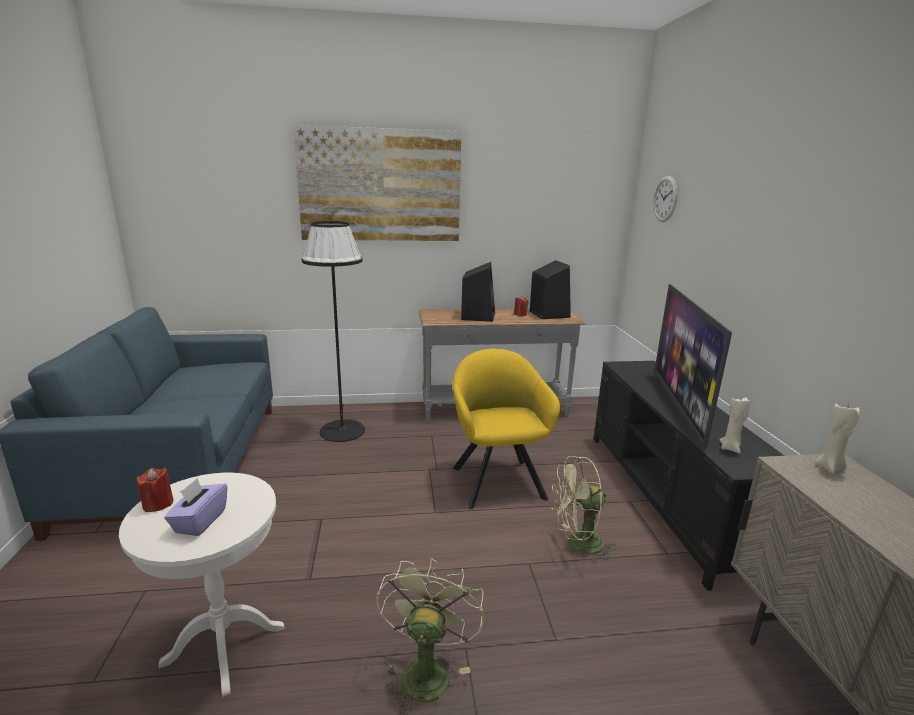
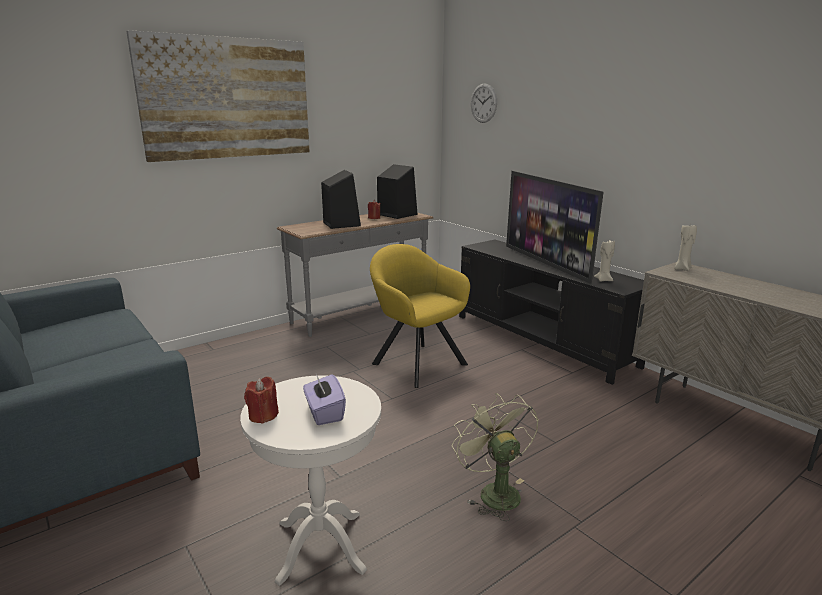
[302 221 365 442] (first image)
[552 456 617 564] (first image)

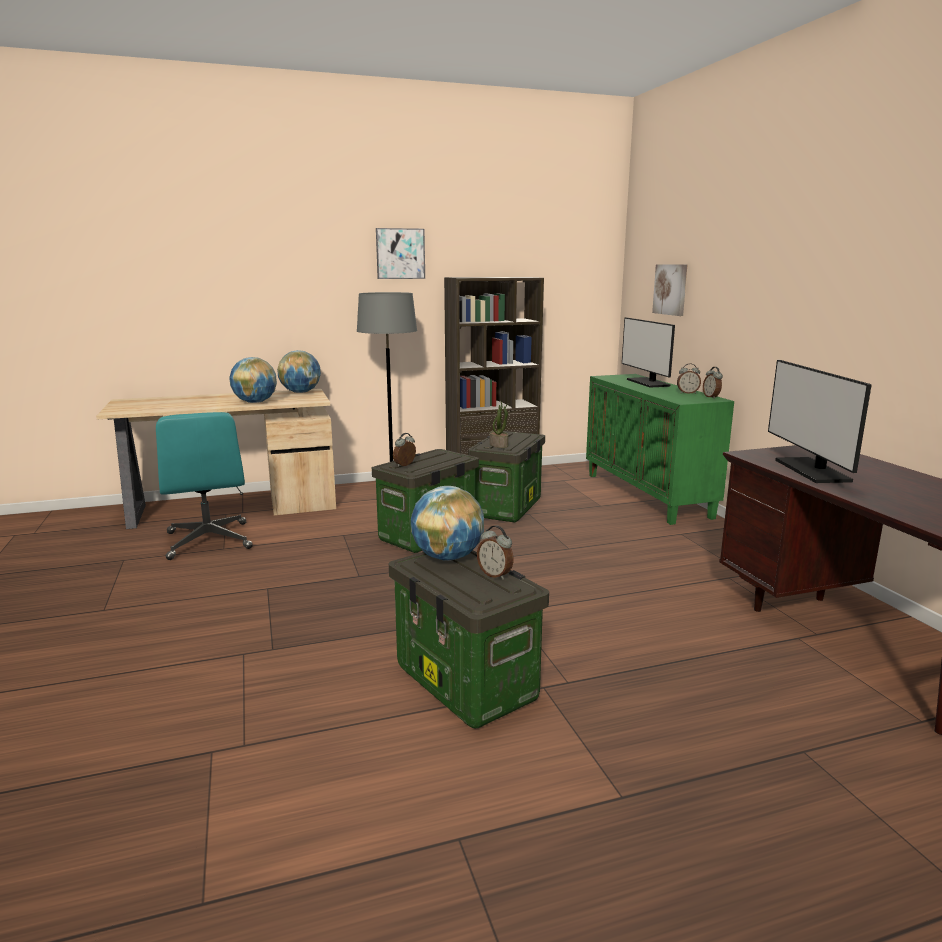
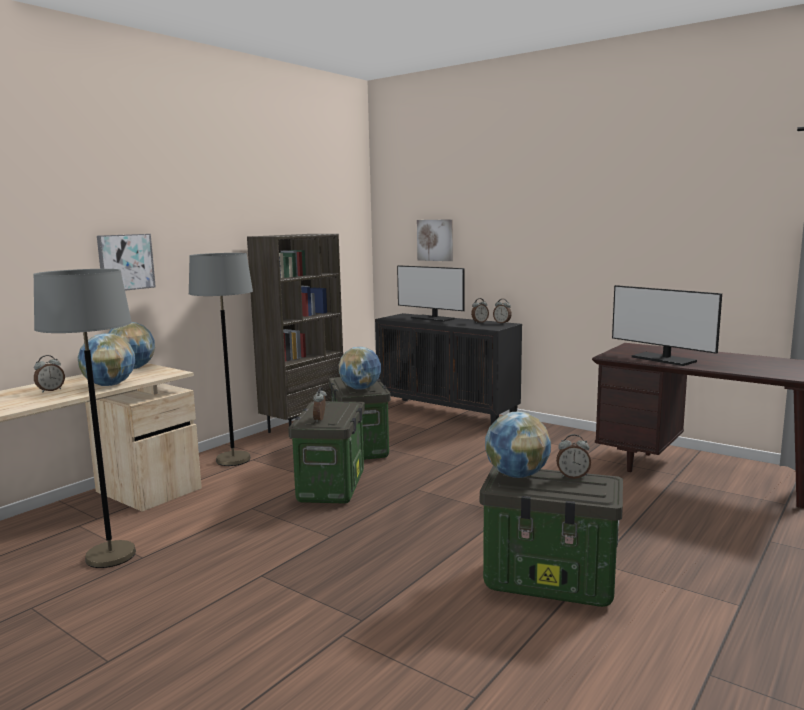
[33 269 136 568]
[34 355 65 393]
[97 234 156 291]
[339 347 381 390]
[375 313 522 425]

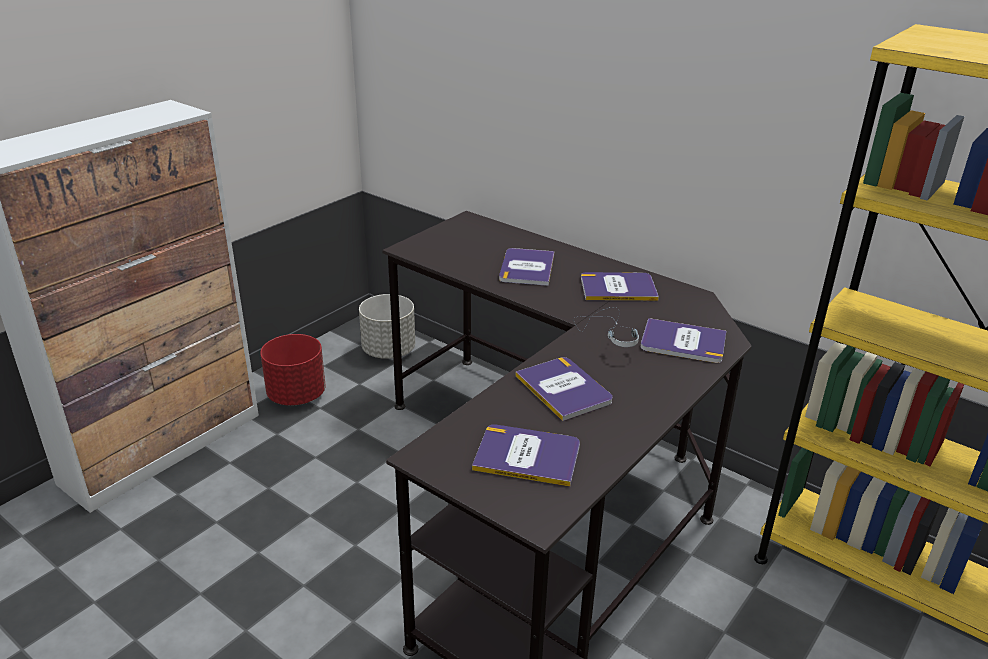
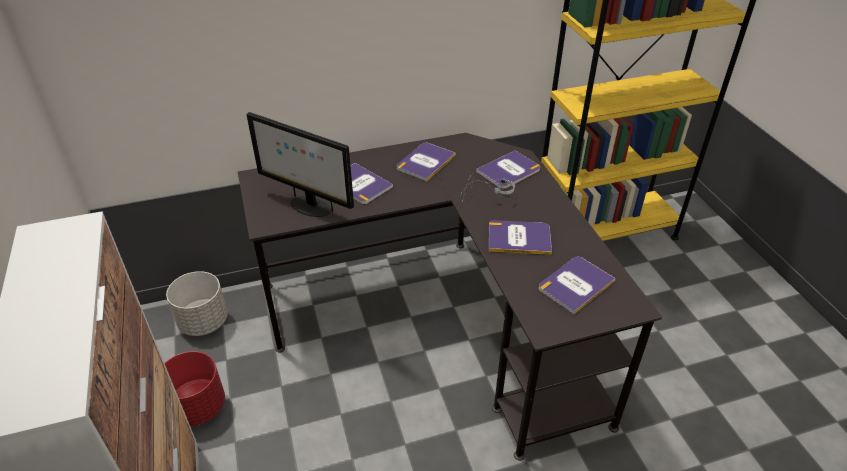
[247 112 354 217]

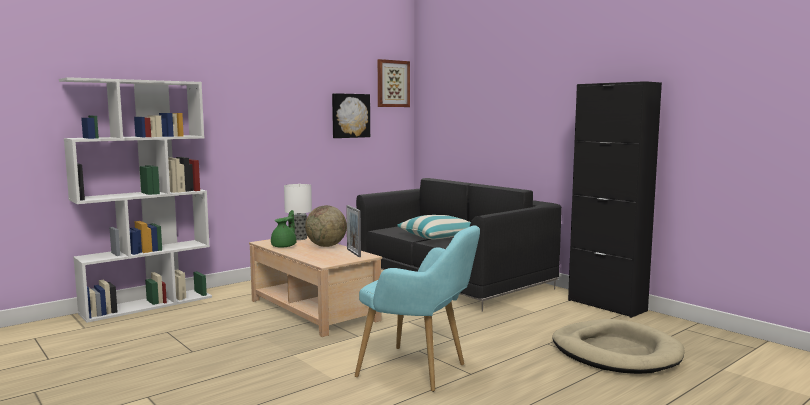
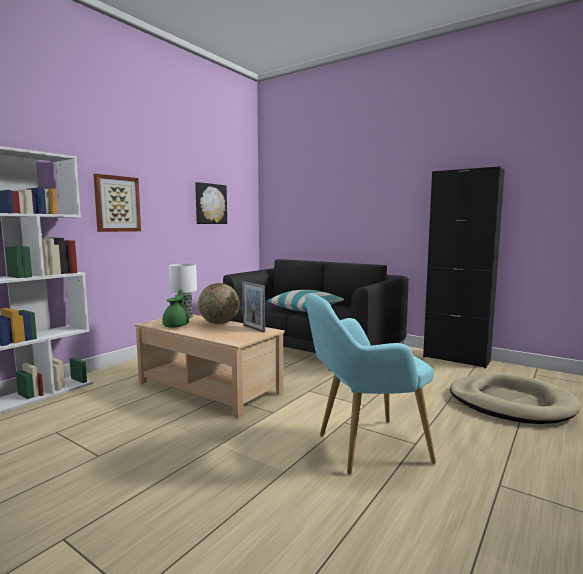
[94 174 141 232]
[305 293 436 474]

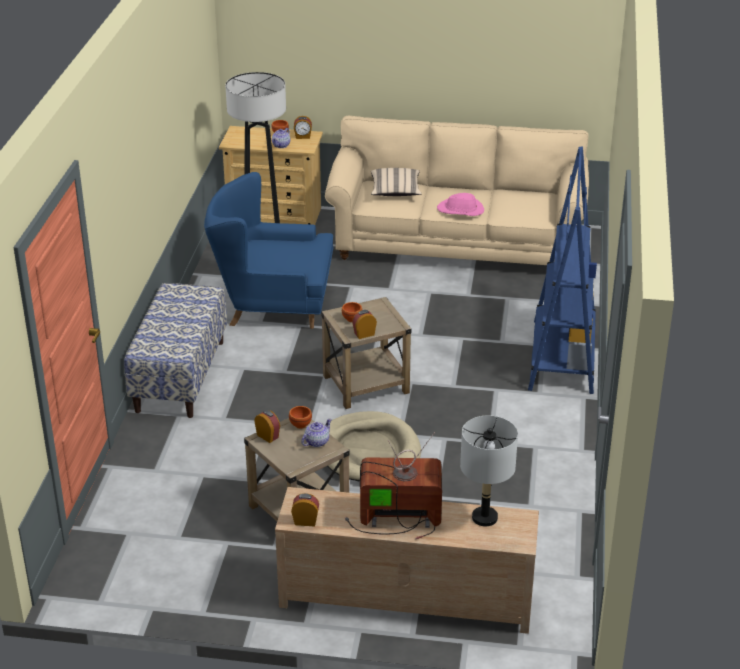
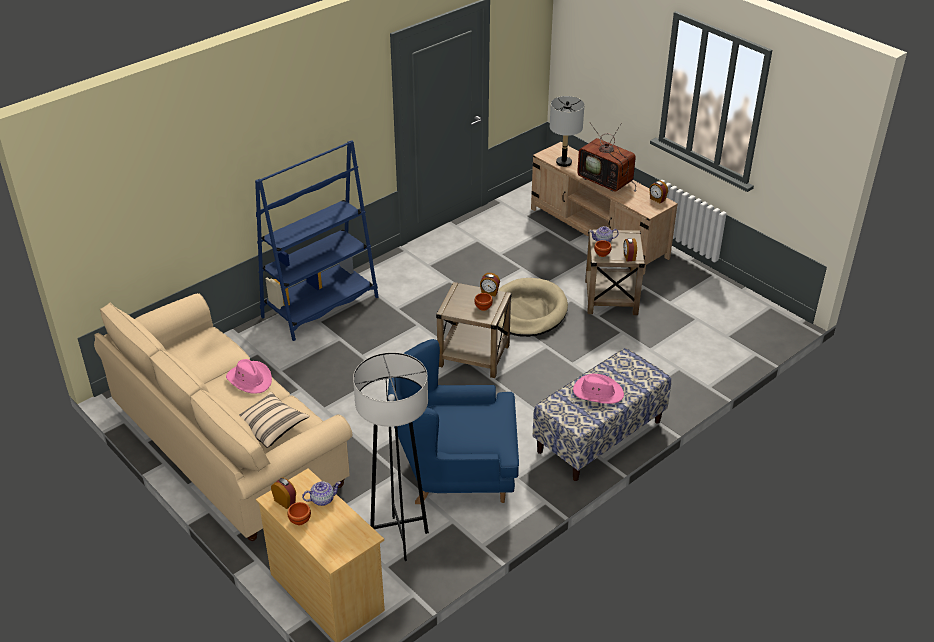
[388 339 519 504]
[573 374 624 404]

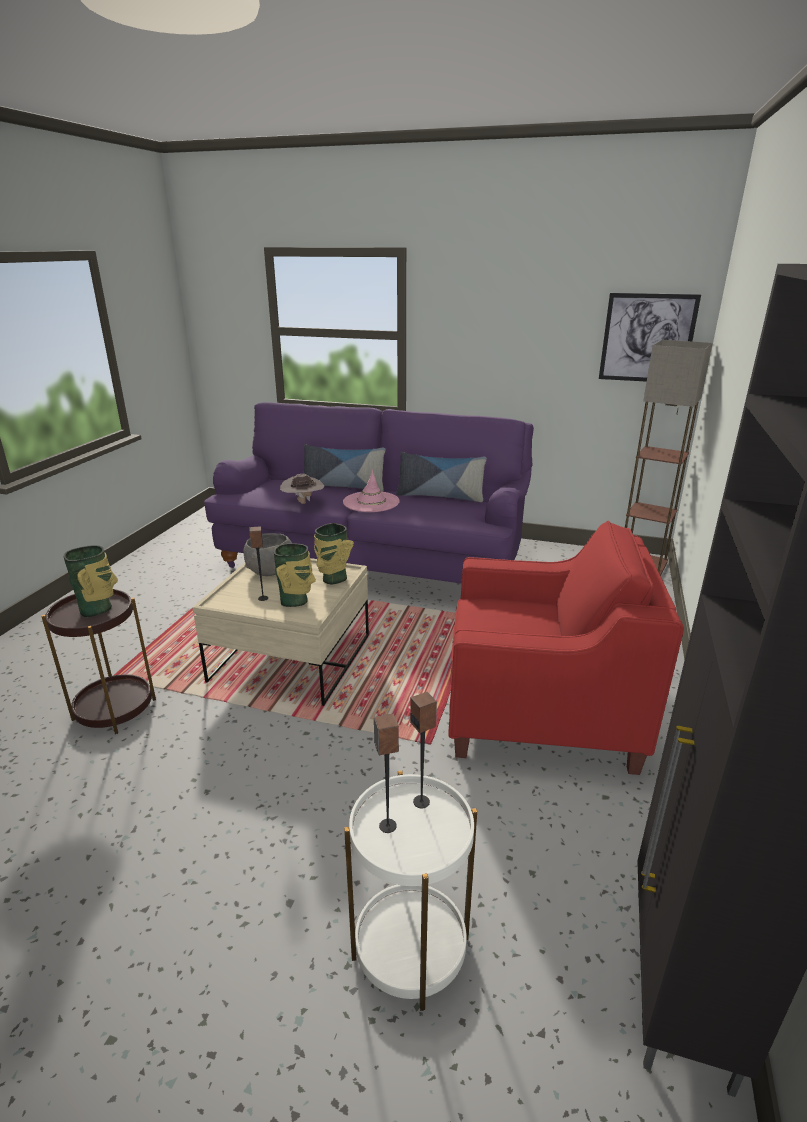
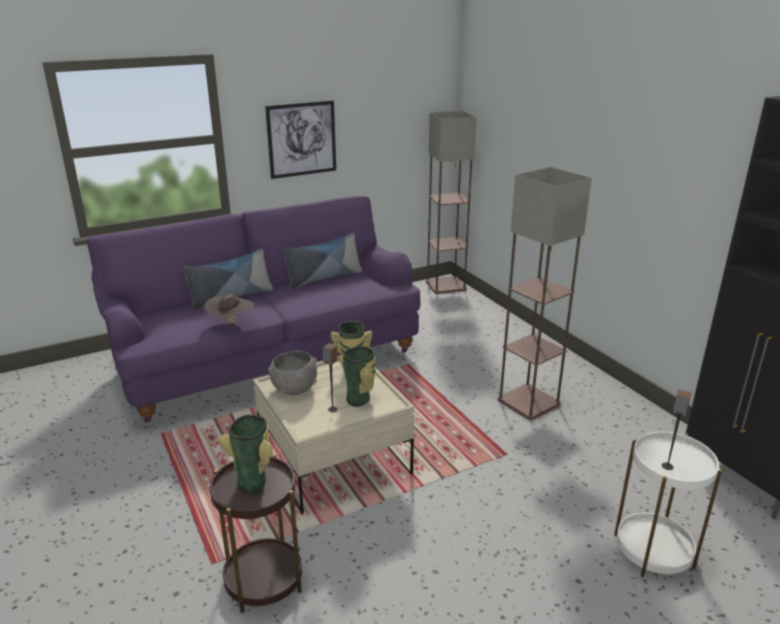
[265 100 336 179]
[498 167 592 420]
[343 470 400 512] (first image)
[410 692 437 808] (first image)

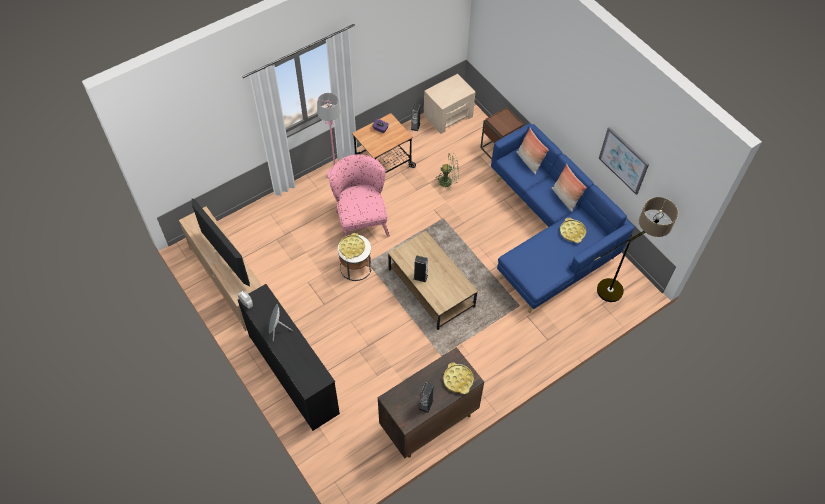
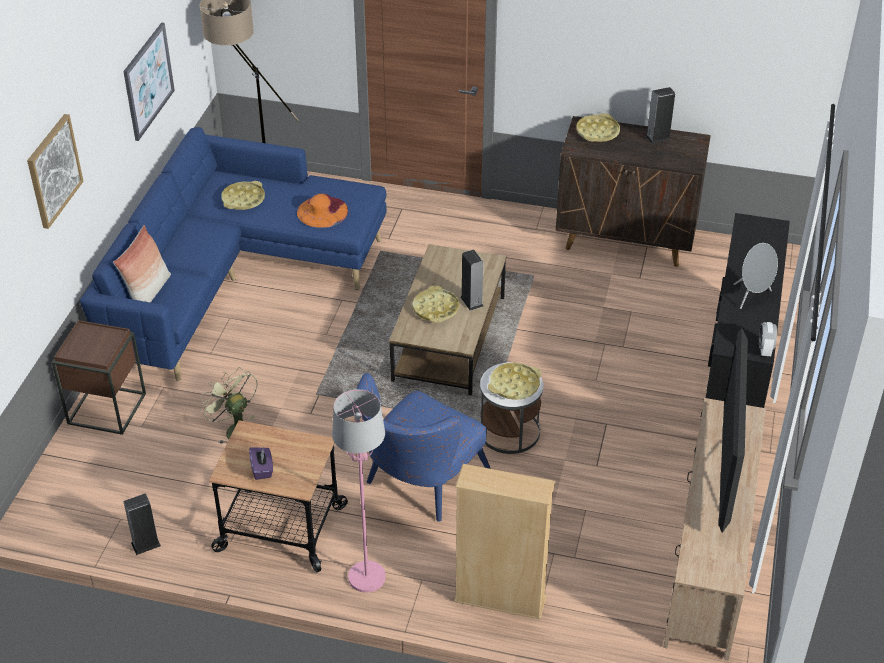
[27 114 83 229]
[297 193 348 228]
[357 373 491 521]
[413 286 459 323]
[454 464 555 620]
[424 74 475 134] (first image)
[552 164 587 212] (first image)

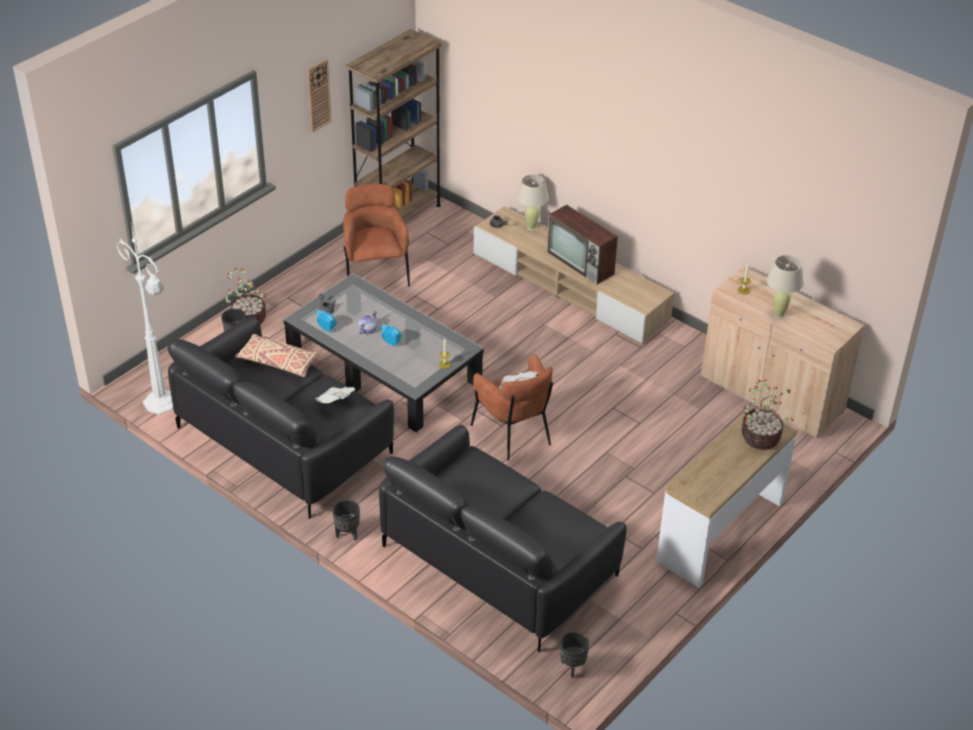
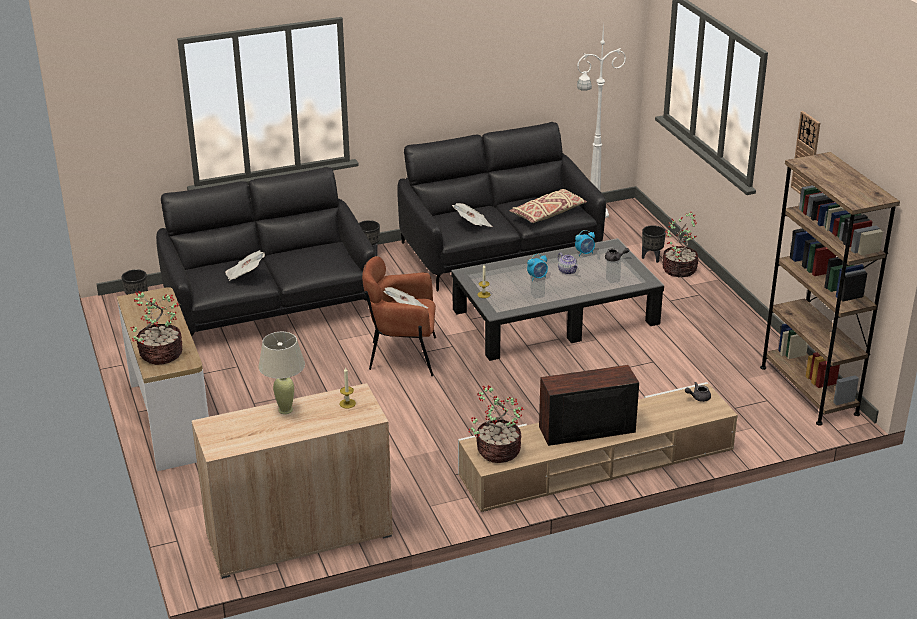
[225 250 265 281]
[469 385 524 463]
[343 184 410 286] (first image)
[517 174 549 231] (first image)

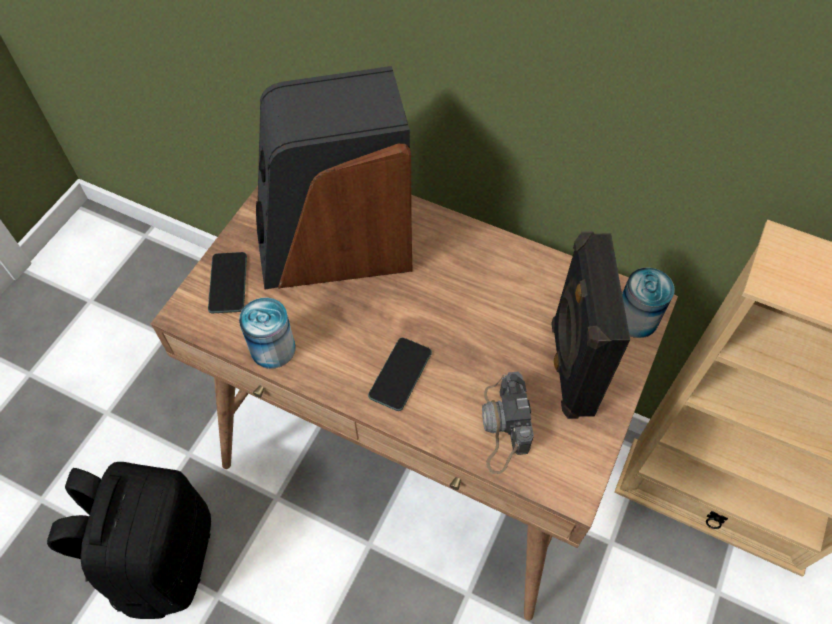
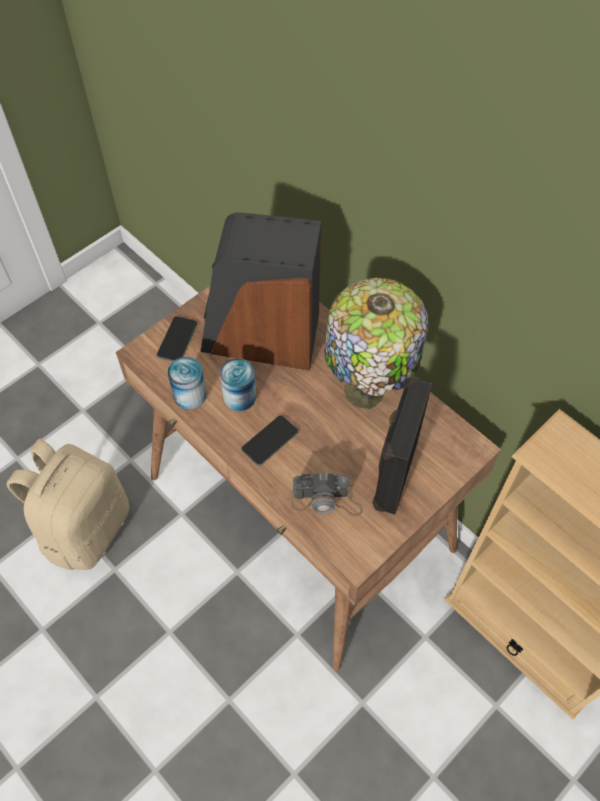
[6 438 129 570]
[220 358 256 411]
[291 473 363 516]
[324 278 429 409]

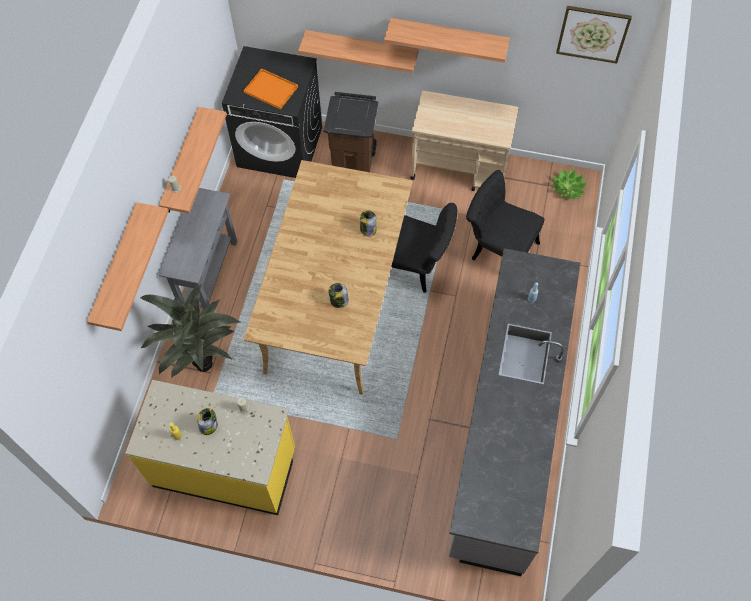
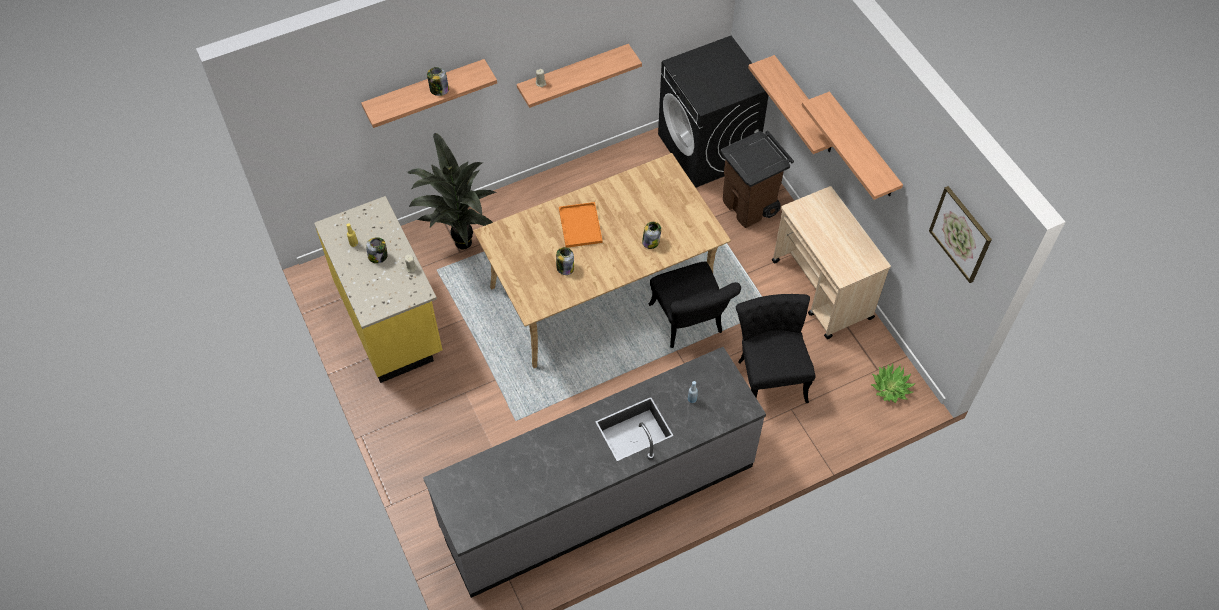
[427 67 449 96]
[559 202 603 248]
[159 188 237 310] (first image)

